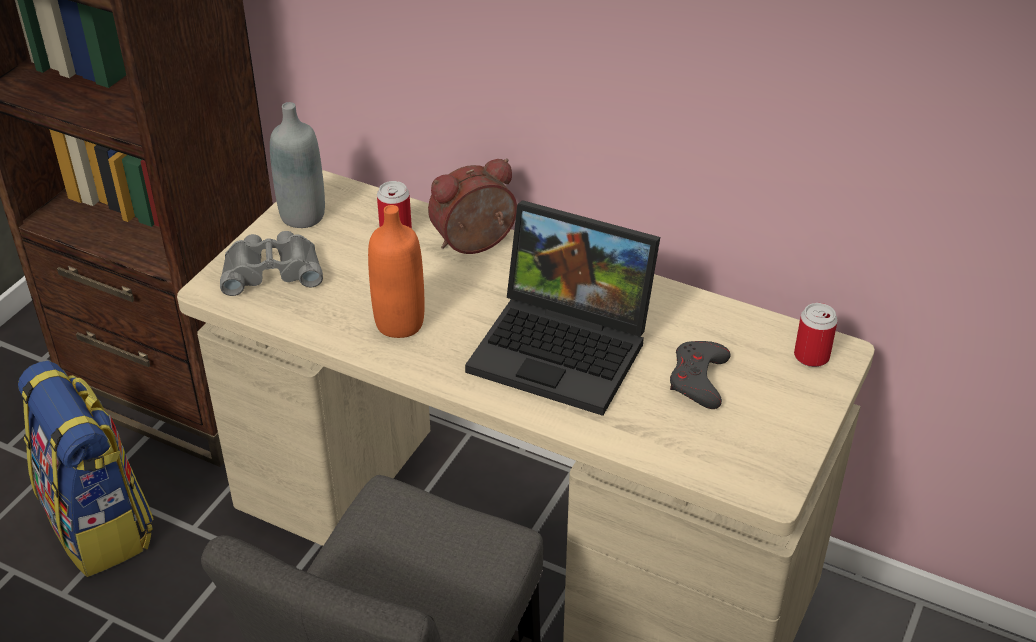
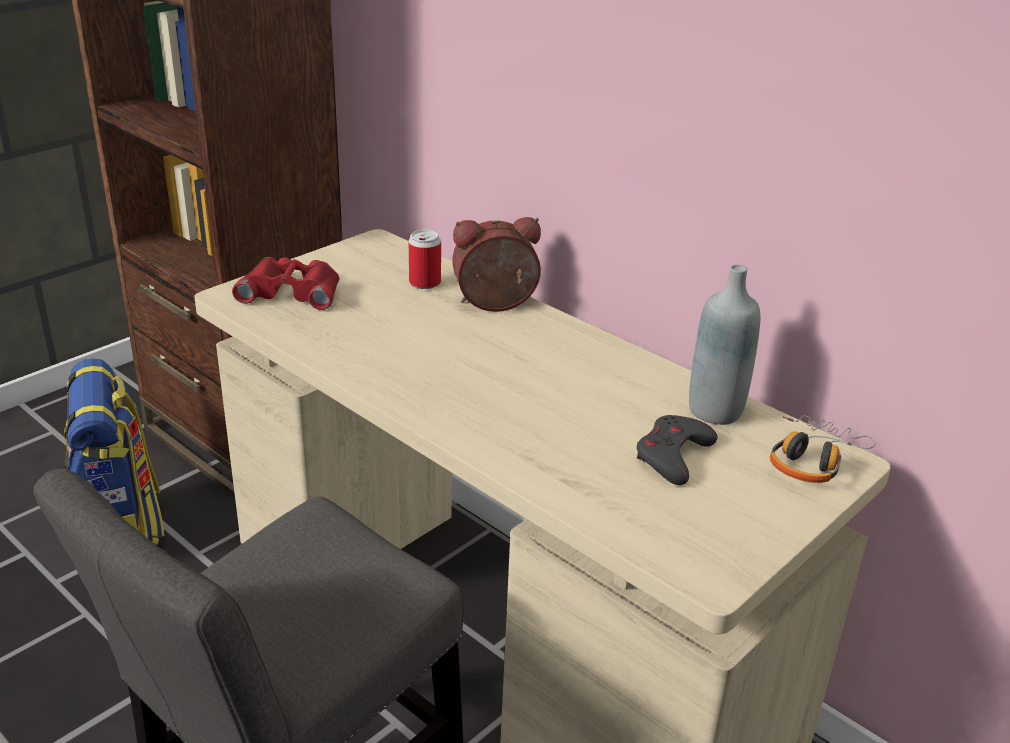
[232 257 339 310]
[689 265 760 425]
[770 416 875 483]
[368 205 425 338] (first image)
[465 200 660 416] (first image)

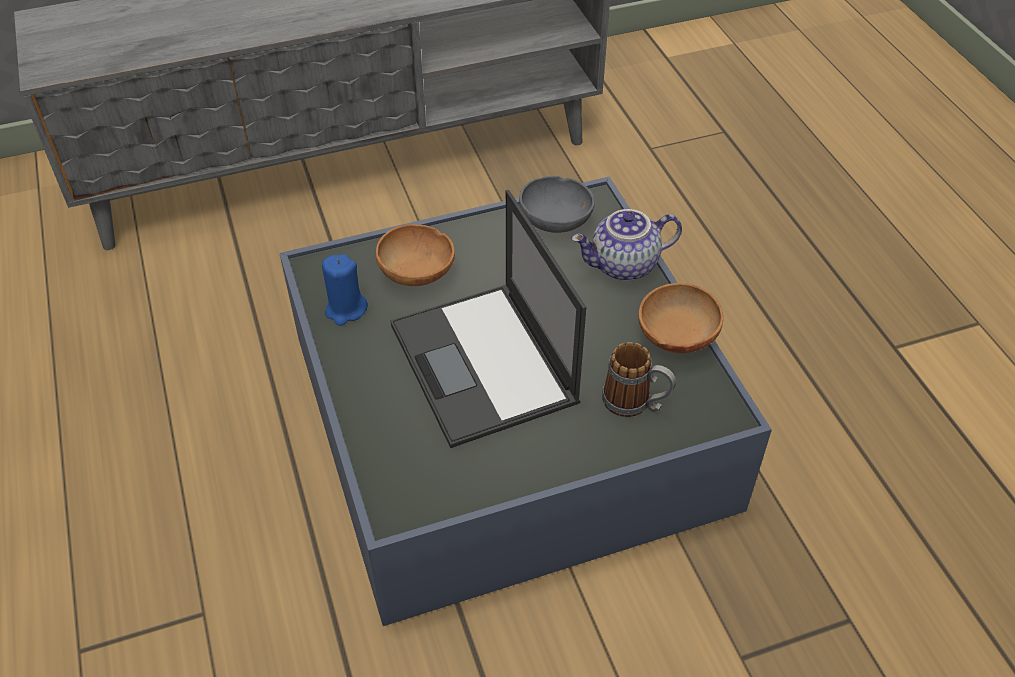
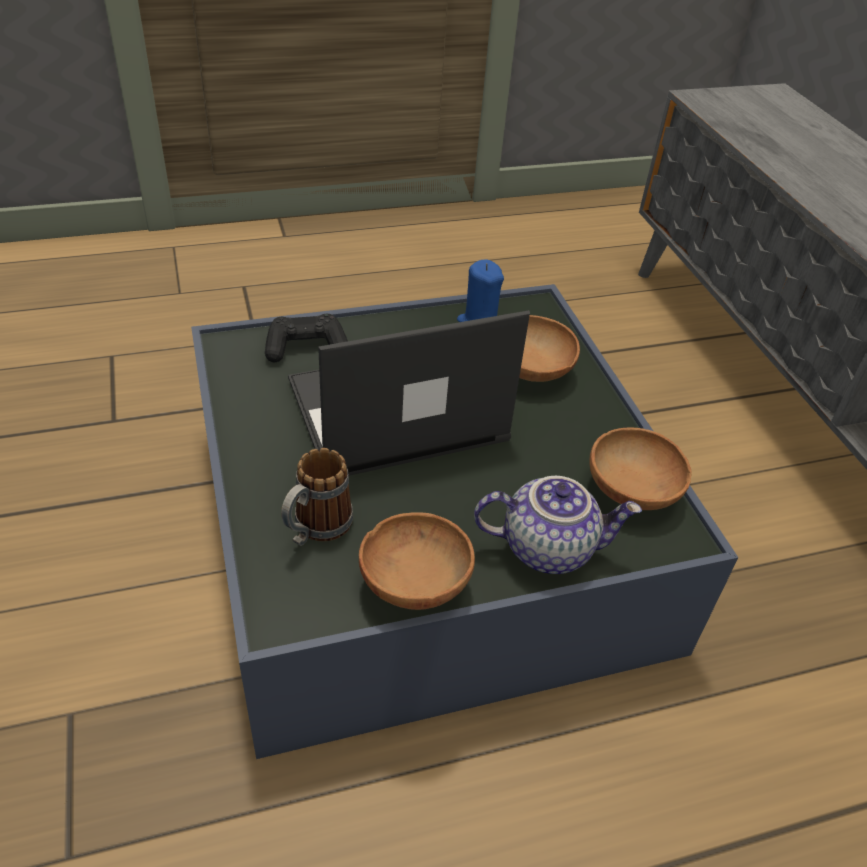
[265 314 348 362]
[474 476 642 574]
[589 428 692 510]

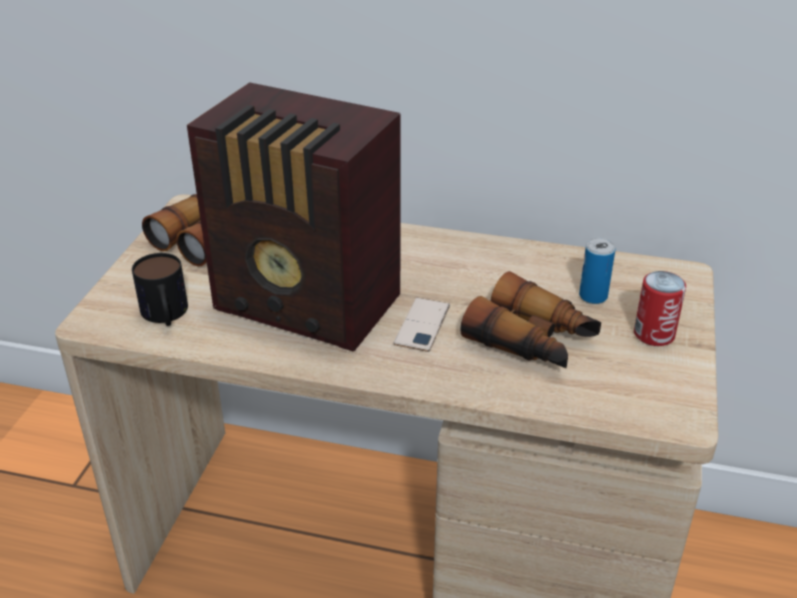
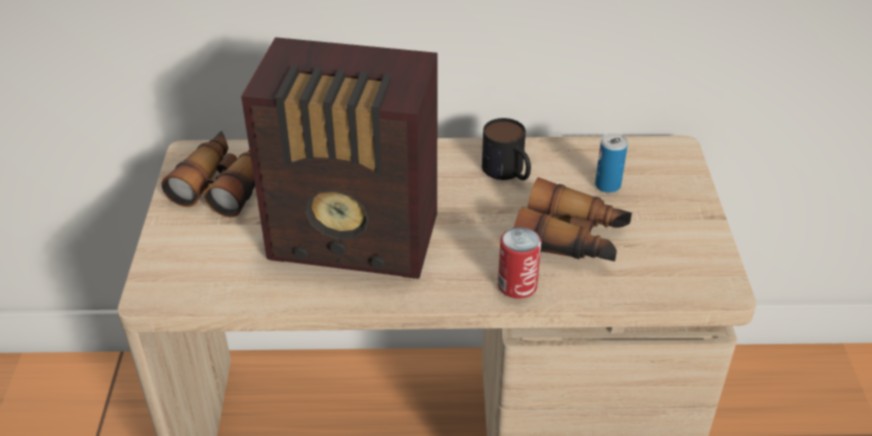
[482 118 531 180]
[498 227 541 299]
[394 298 450 352] (first image)

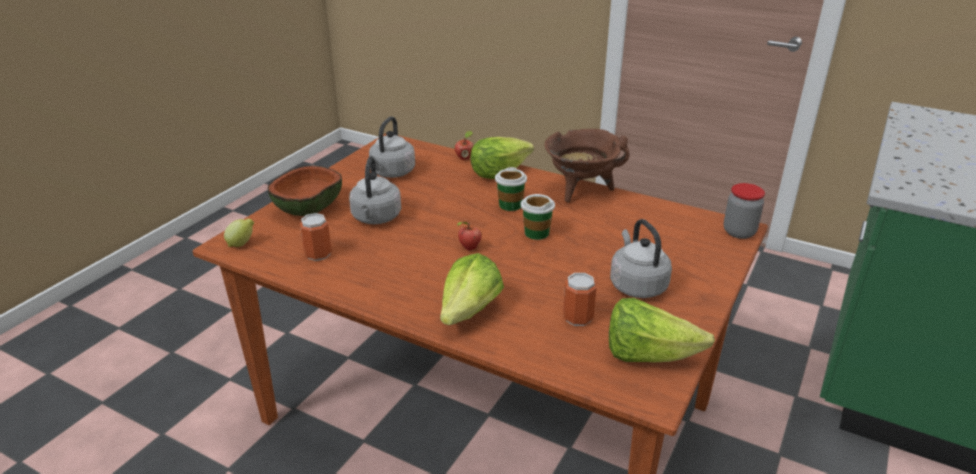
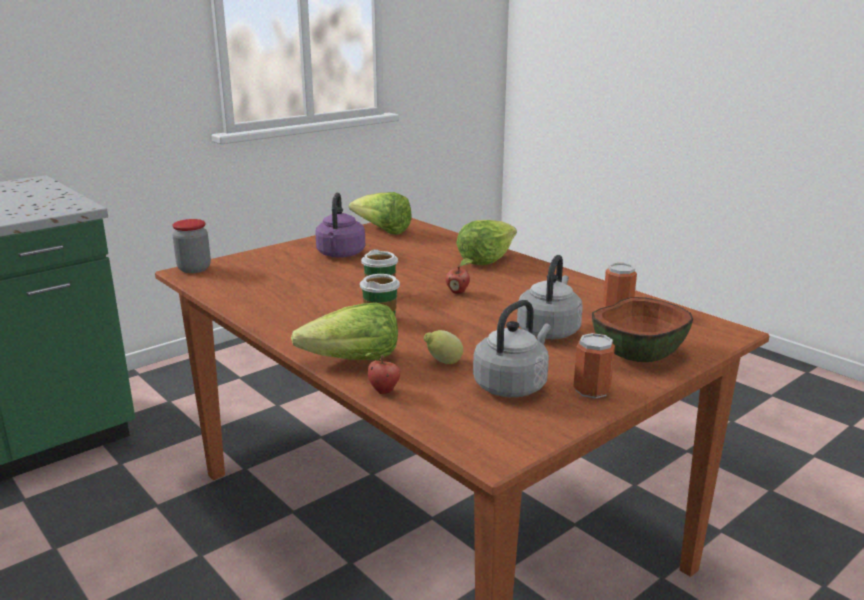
[315 193 365 258]
[424 330 463 364]
[573 333 615 399]
[545 129 629 203] (first image)

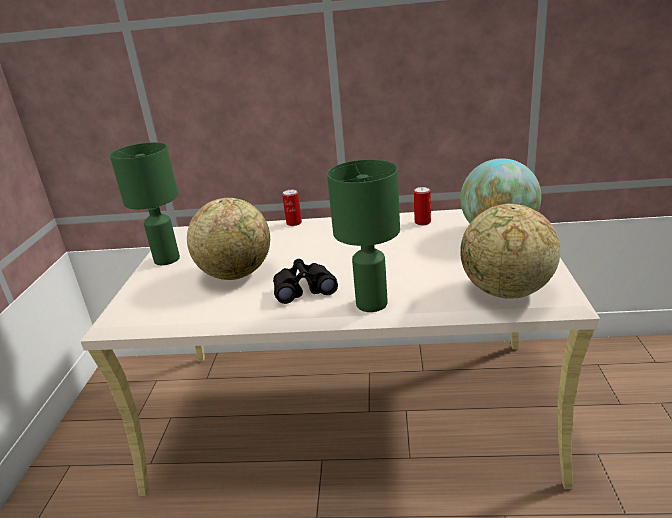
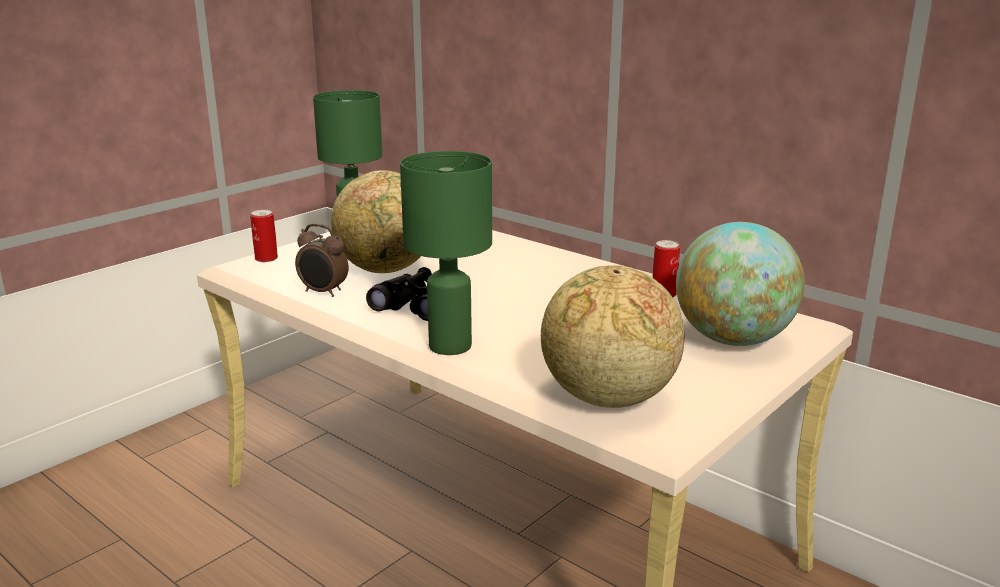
[250 210 278 262]
[295 224 349 297]

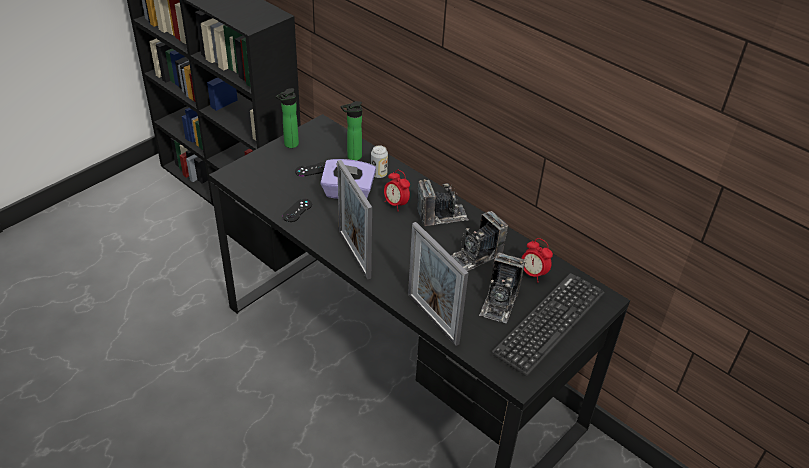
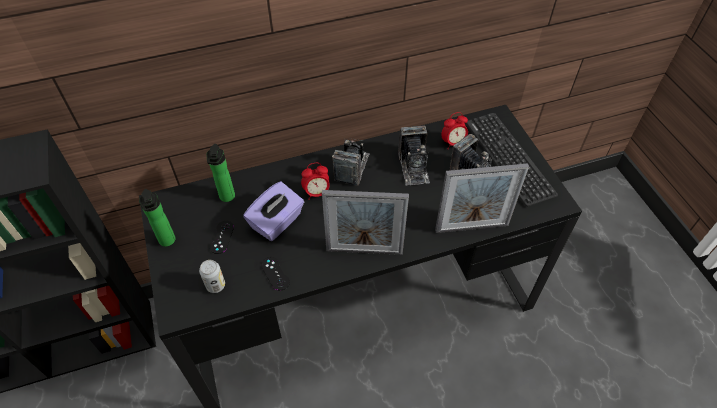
[199 260 225 293]

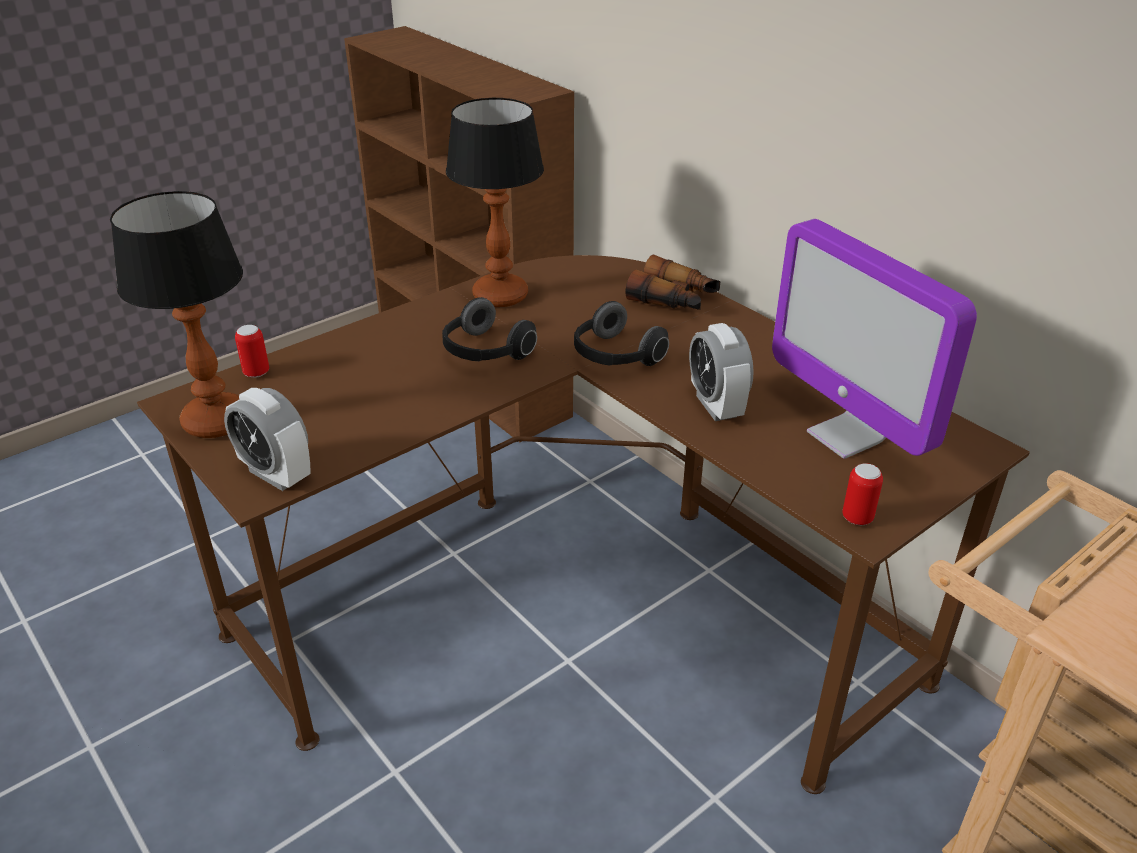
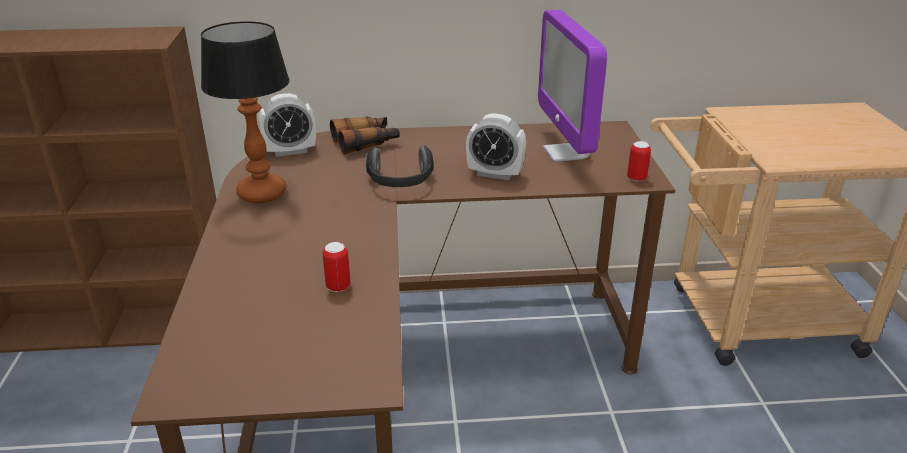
[259 93 316 157]
[322 242 351 292]
[538 10 607 162]
[110 191 243 438] (first image)
[442 297 537 361] (first image)

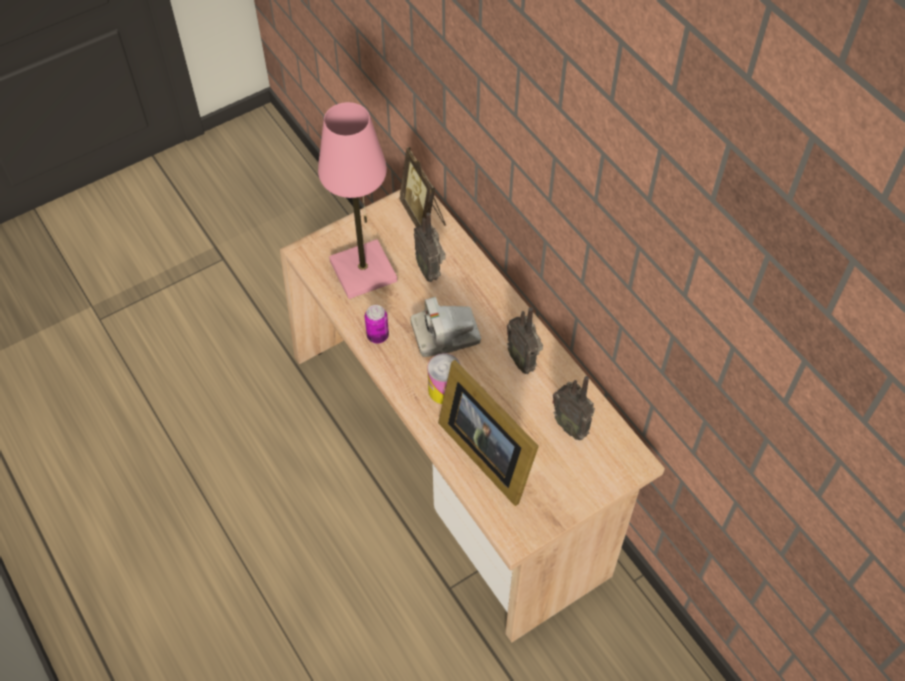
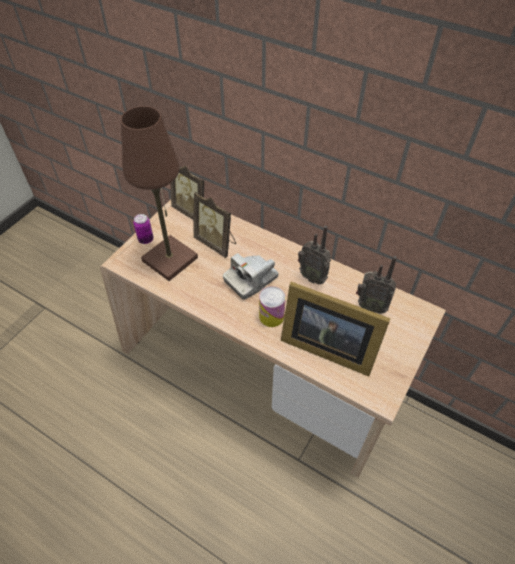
[121 106 198 281]
[133 214 153 244]
[193 192 236 258]

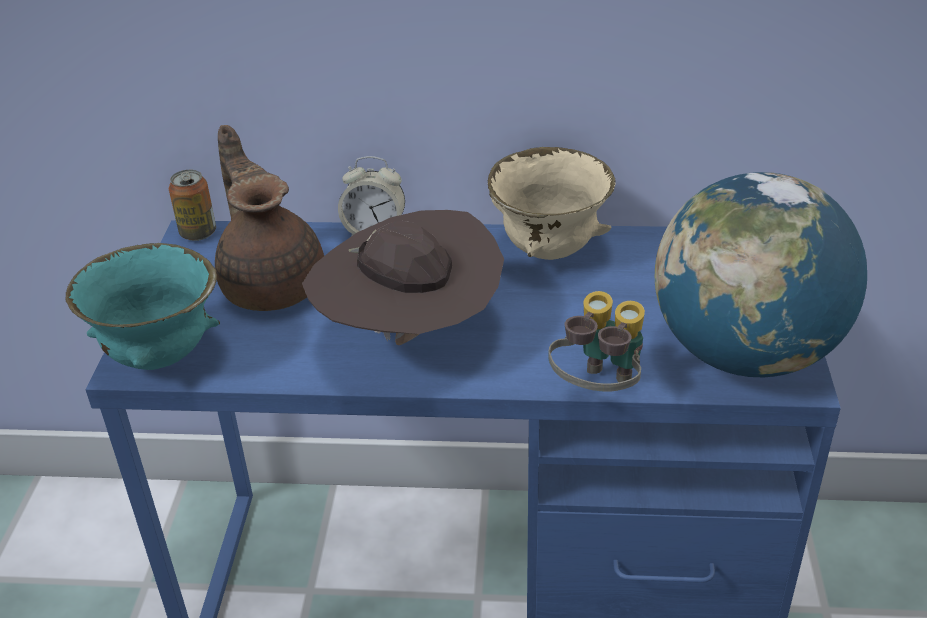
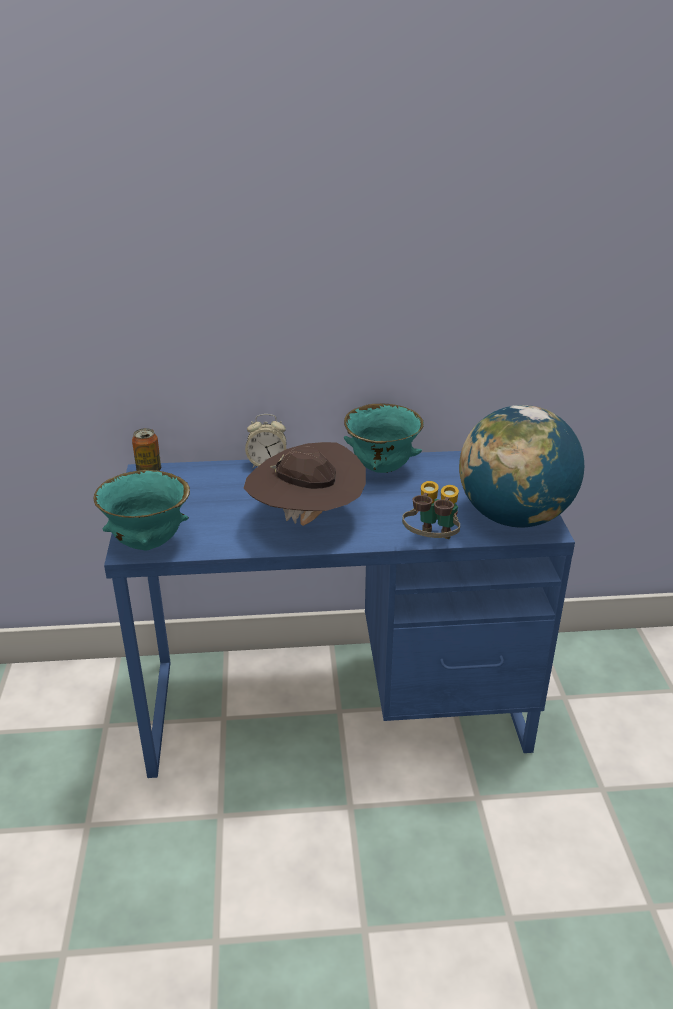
[344 403 424 473]
[215 125 324 311] (first image)

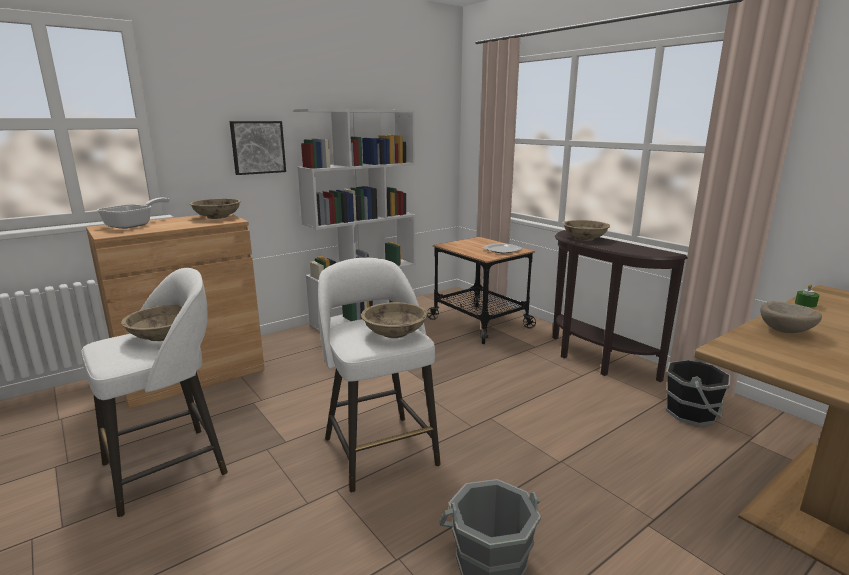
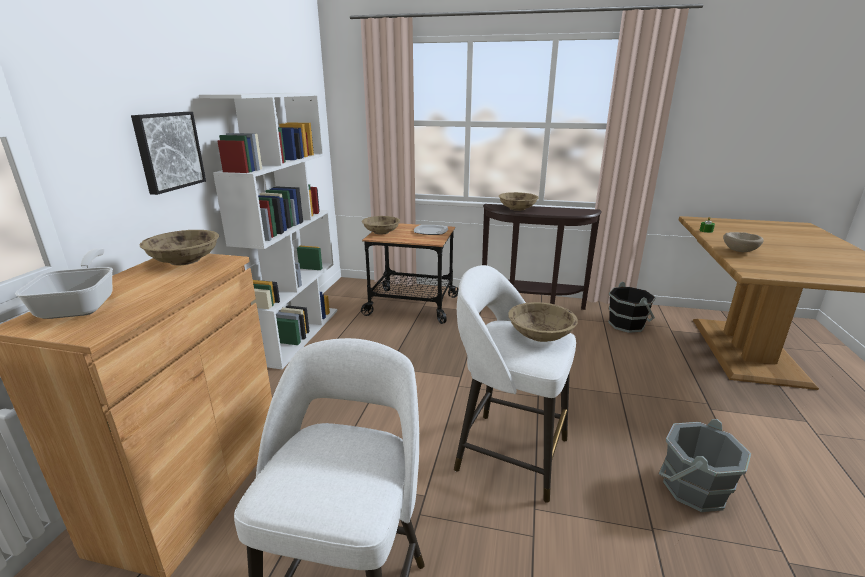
[362 216 400 235]

